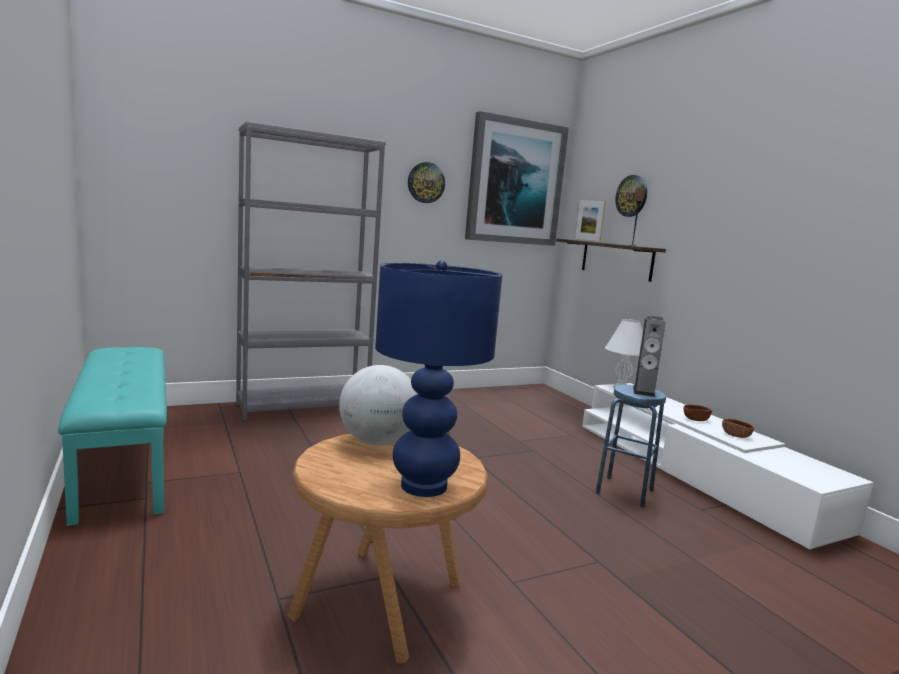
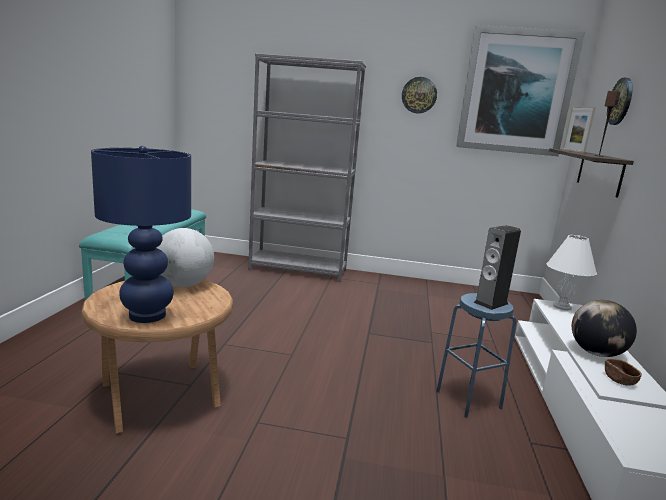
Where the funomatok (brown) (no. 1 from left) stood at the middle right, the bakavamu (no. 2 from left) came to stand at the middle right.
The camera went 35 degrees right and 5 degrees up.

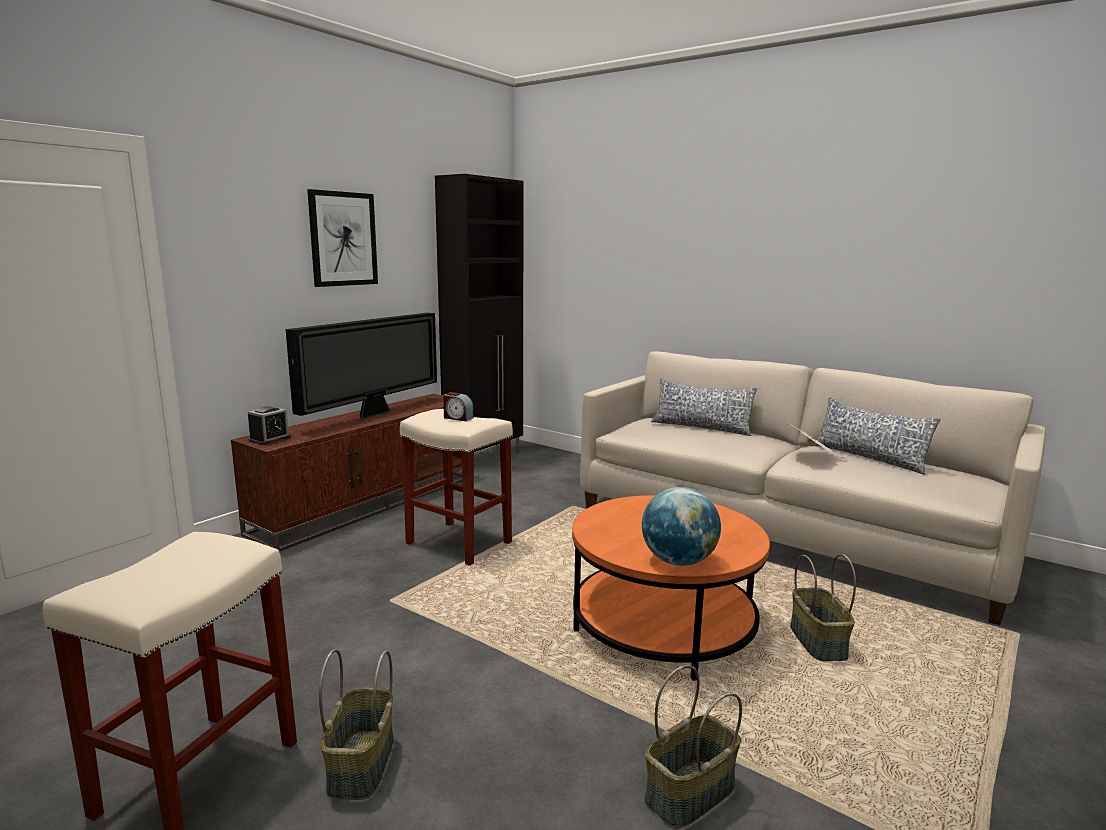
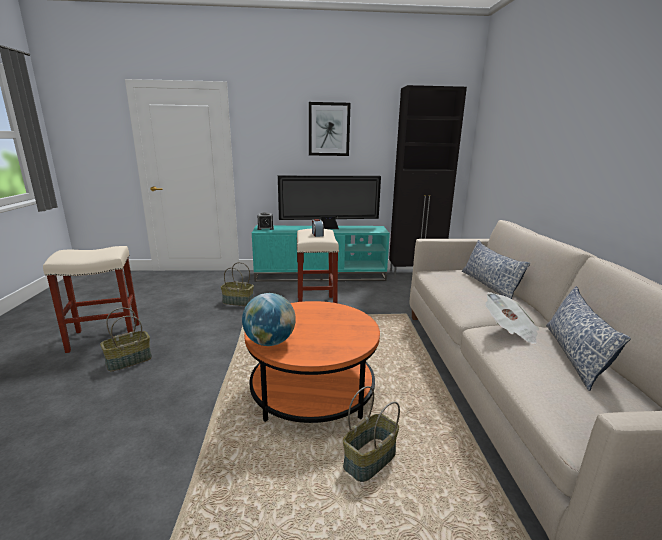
The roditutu (no. 2 from left) ended up elsewhere, having gone from the bottom centre to the centre.
What was the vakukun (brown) at the middle left turned into the vakukun (turquoise) at the centre.
The camera went 50 degrees right and 5 degrees up.

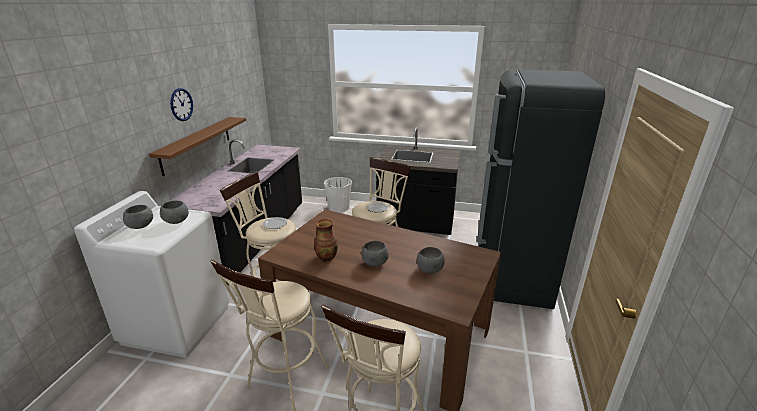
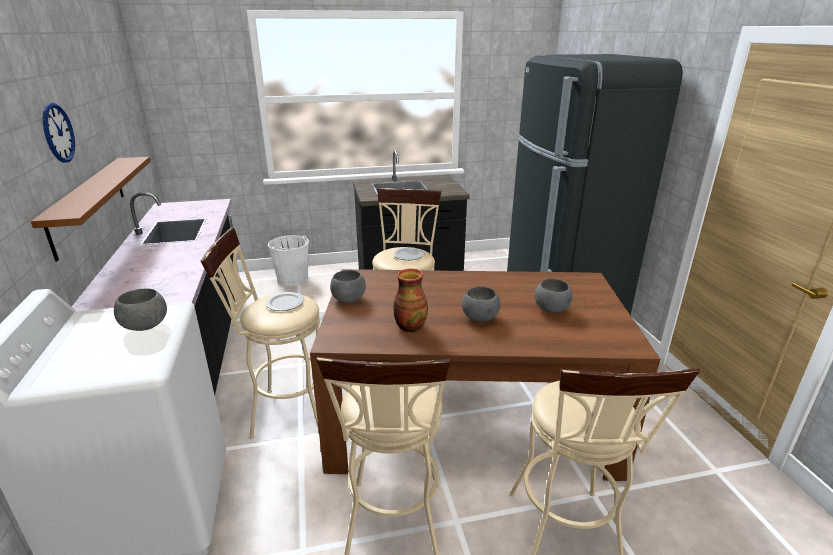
The funomatok (grey) (no. 1 from left in the first image) ended up elsewhere, having gone from the middle left to the centre.
The camera went 25 degrees left and 0 degrees up.

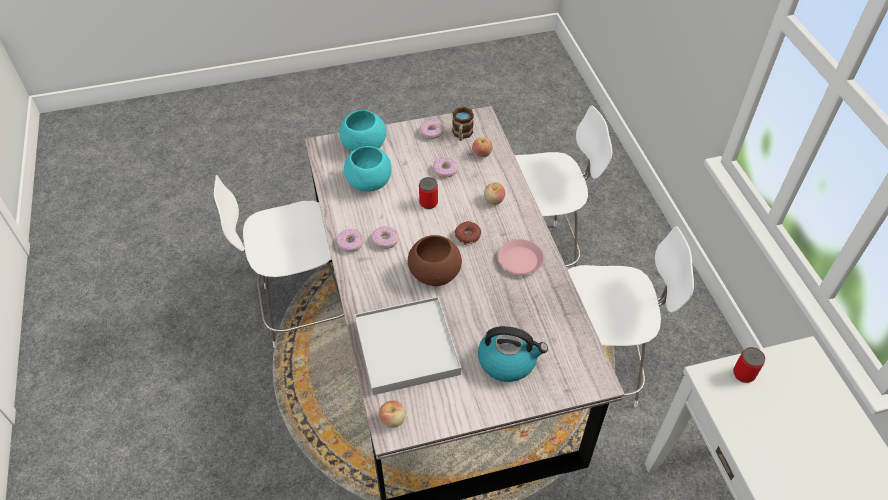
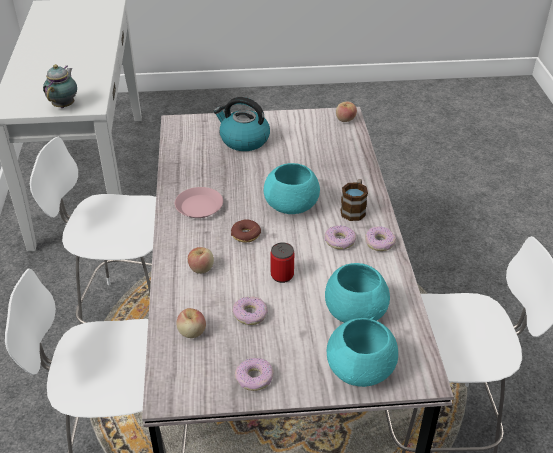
Where the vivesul (no. 2 from left) stood at the bottom right, the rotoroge came to stand at the top left.
What was the funomatok (brown) at the centre turned into the funomatok (turquoise) (no. 1 from left) at the centre.
The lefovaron ended up elsewhere, having gone from the top centre to the centre.
The second view lost the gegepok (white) at the bottom centre.
The camera went 170 degrees left and 10 degrees down.

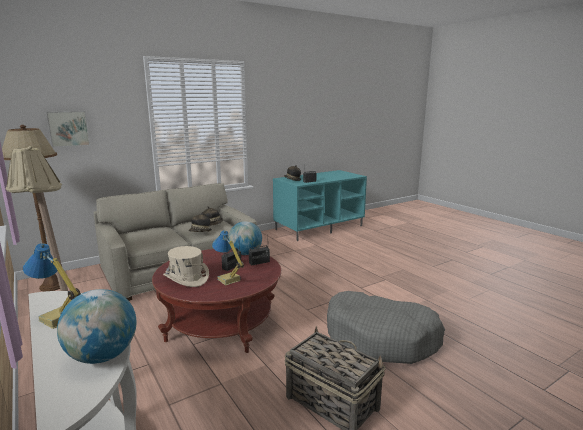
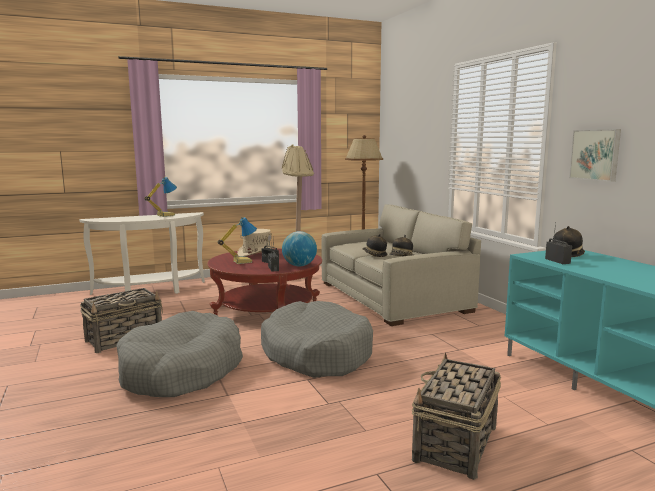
The second view gained the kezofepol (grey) (no. 2 from left) at the bottom centre.
The second view gained the roditutu (no. 2 from left) at the bottom right.
The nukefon ended up elsewhere, having gone from the top left to the top right.
The second view lost the bakavamu (no. 1 from left) at the bottom left.
The camera went 100 degrees right and 5 degrees down.

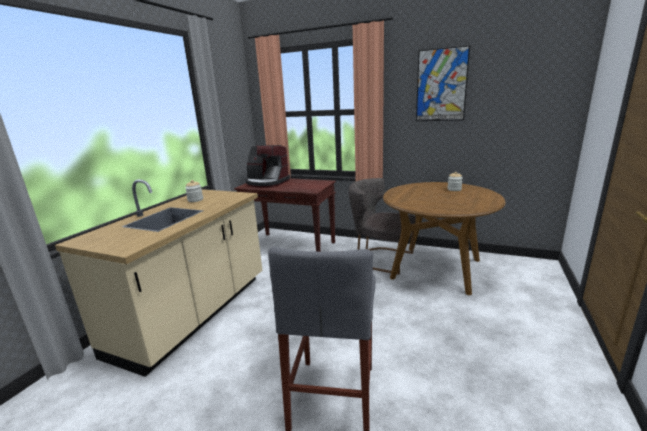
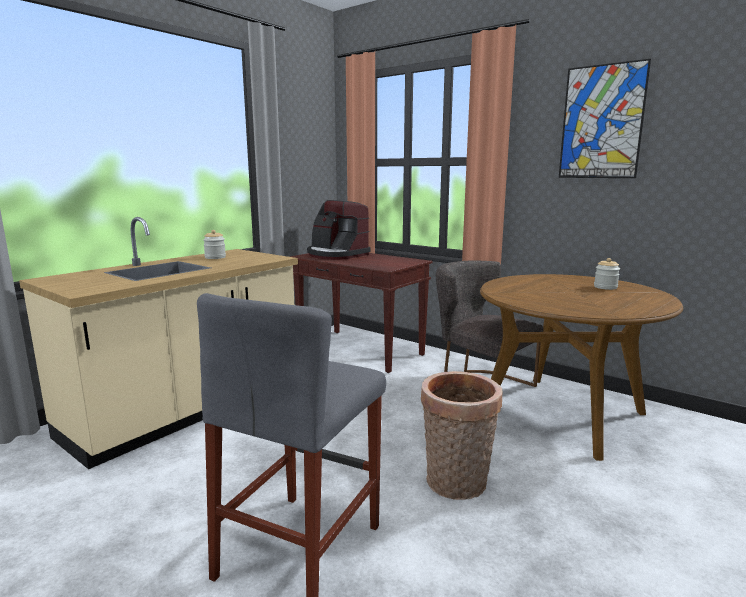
The second view gained the roditutu at the bottom centre.
The camera went 15 degrees right and 5 degrees down.

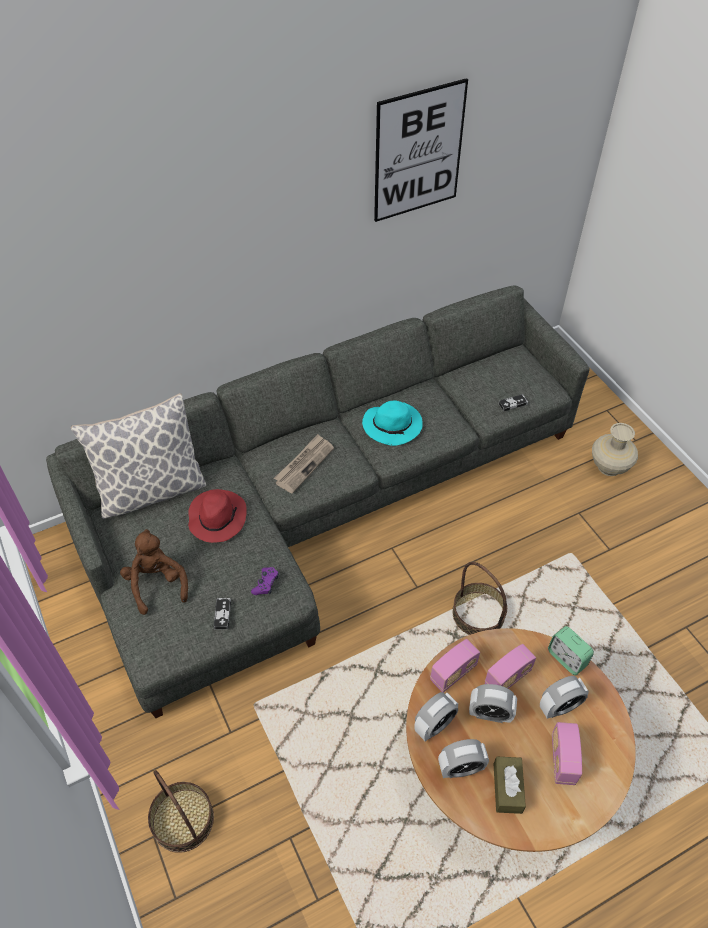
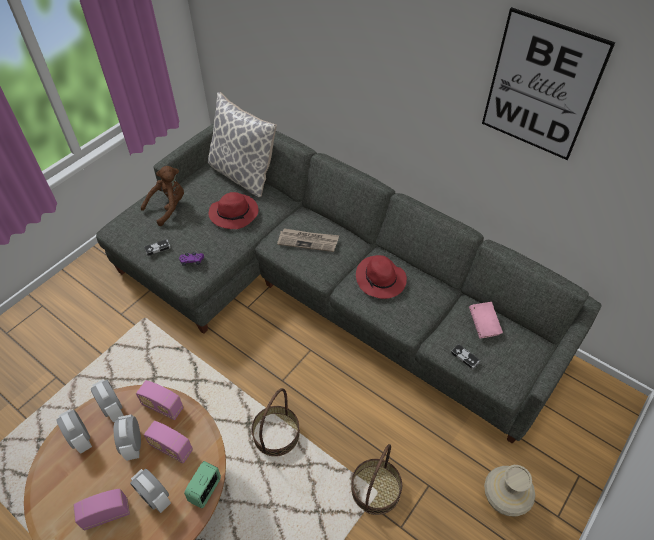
The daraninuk (no. 1 from left in the first image) at the bottom centre ended up facing another way, 150 degrees counterclockwise from before.
The roditutu (no. 1 from left in the first image) ended up elsewhere, having gone from the bottom left to the bottom centre.
What was the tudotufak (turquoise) at the centre turned into the tudotufak (red) (no. 2 from left) at the centre.
The second view gained the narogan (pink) at the middle right.
The second view lost the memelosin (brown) at the bottom right.
The camera went 65 degrees right and 0 degrees up.

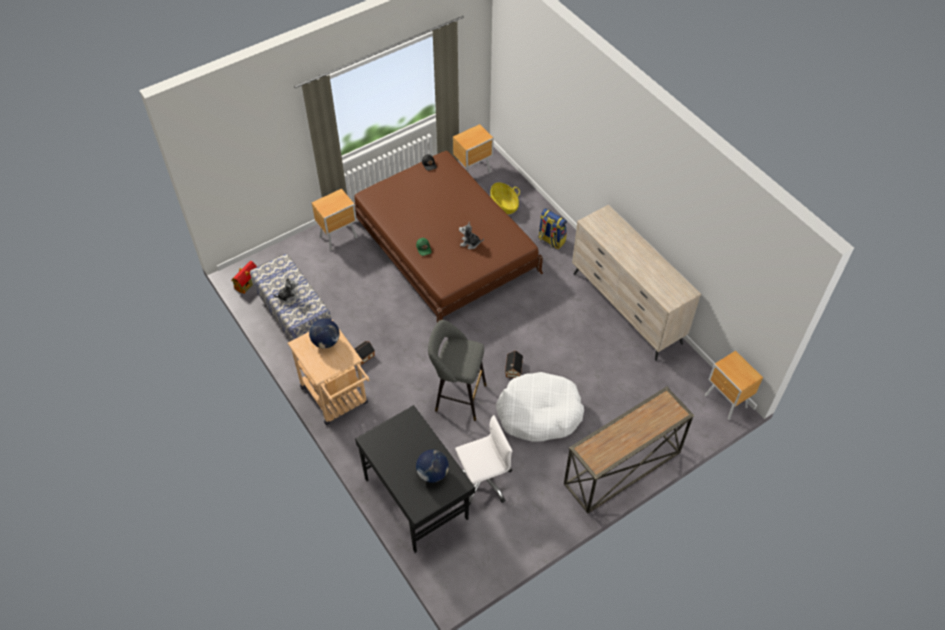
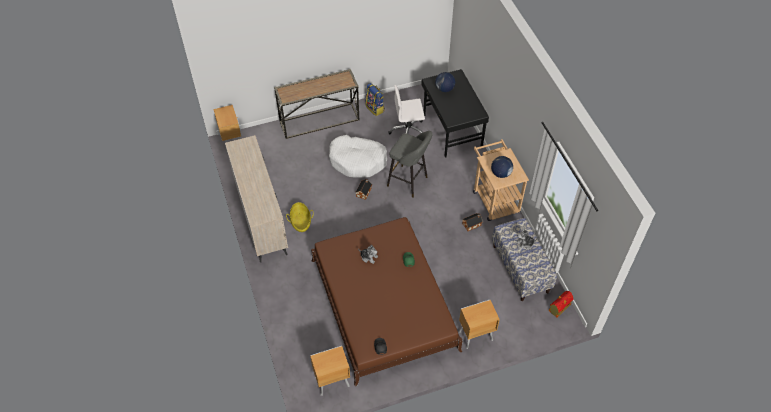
The roditutu ended up elsewhere, having gone from the top centre to the centre.
The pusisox ended up elsewhere, having gone from the centre to the top centre.
The camera went 165 degrees left and 0 degrees up.

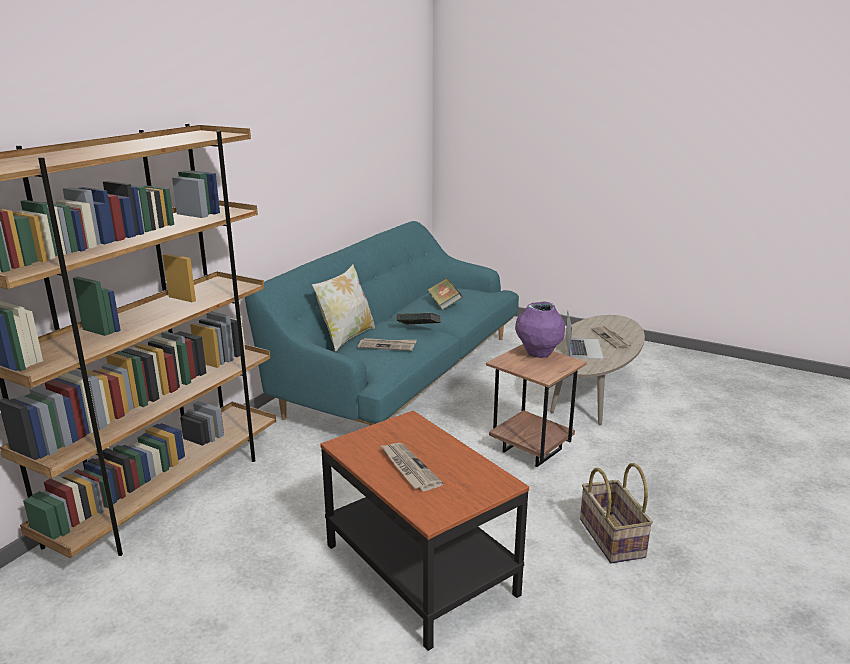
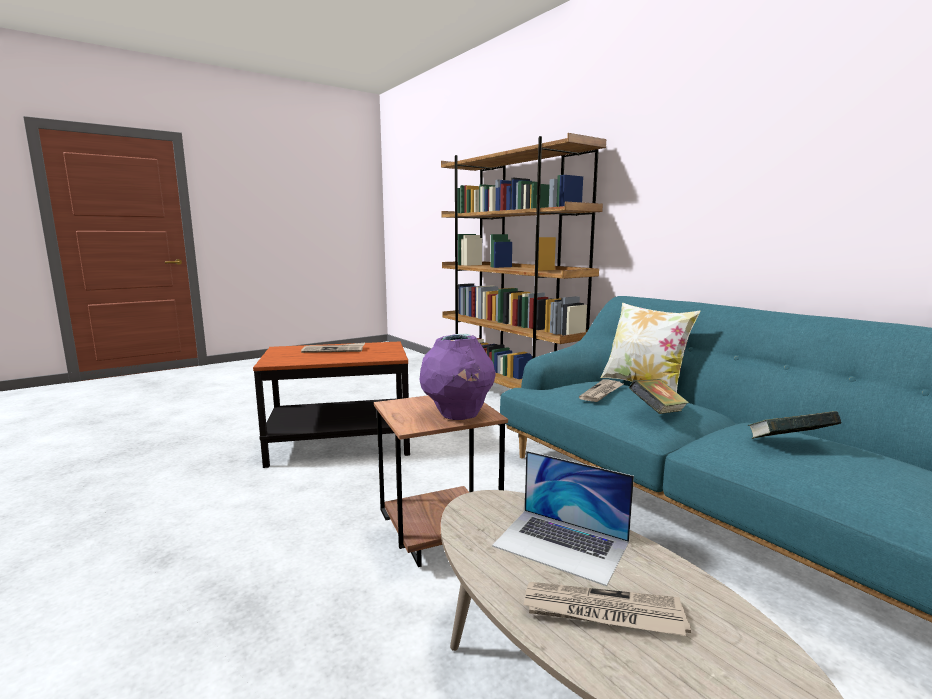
The second view lost the roditutu at the bottom right.
The camera went 115 degrees right and 10 degrees down.

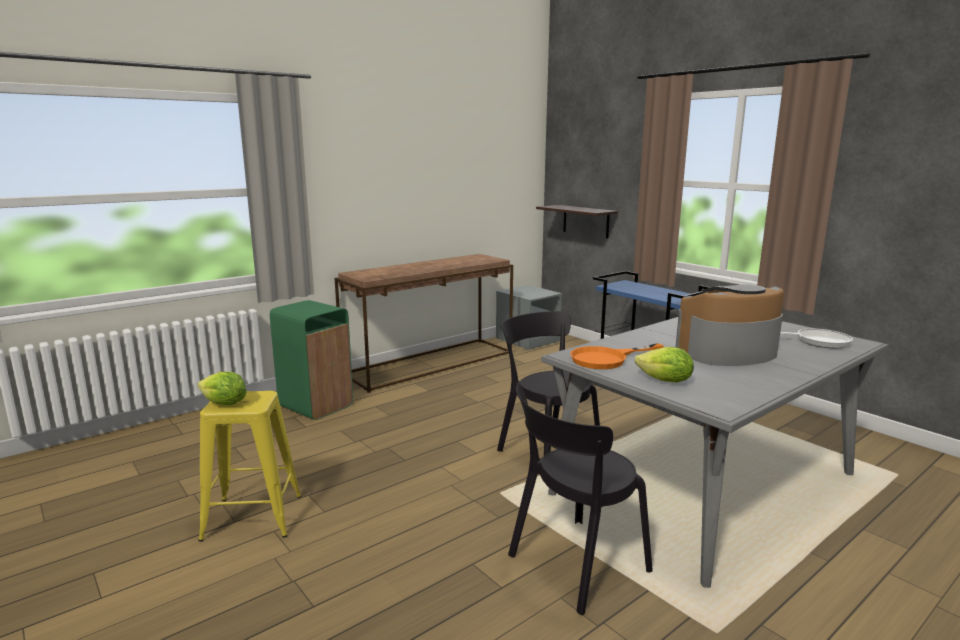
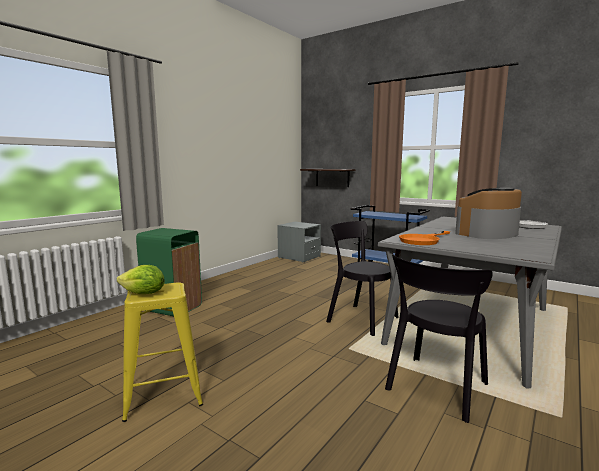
The second view lost the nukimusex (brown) at the centre.
The second view lost the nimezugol (no. 2 from left) at the middle right.
The camera went 15 degrees left and 5 degrees down.

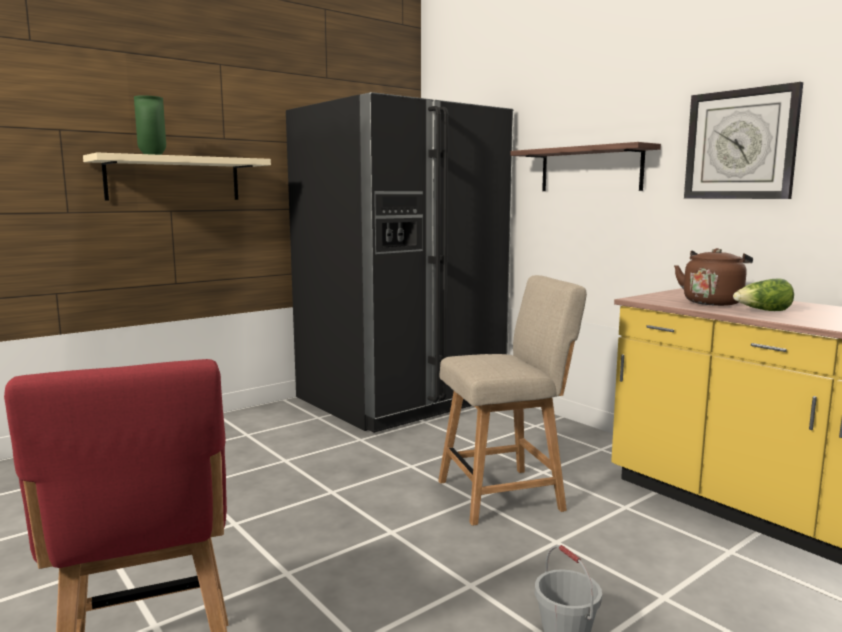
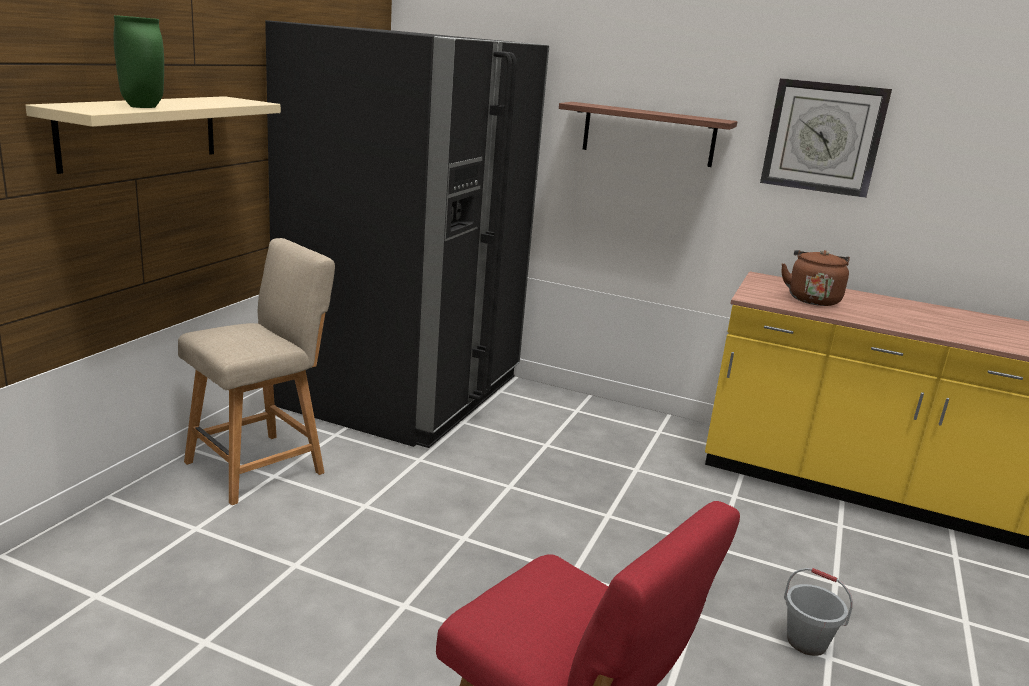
The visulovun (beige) ended up elsewhere, having gone from the centre to the middle left.
The second view lost the nimezugol at the middle right.
The camera went 30 degrees left and 10 degrees up.

